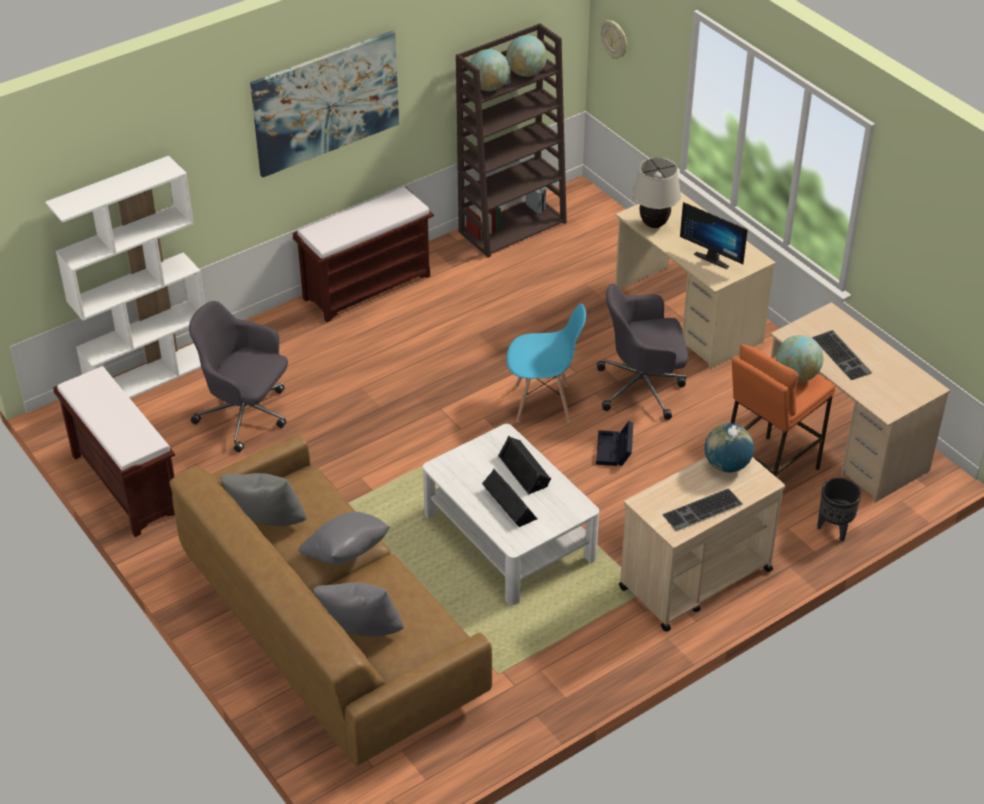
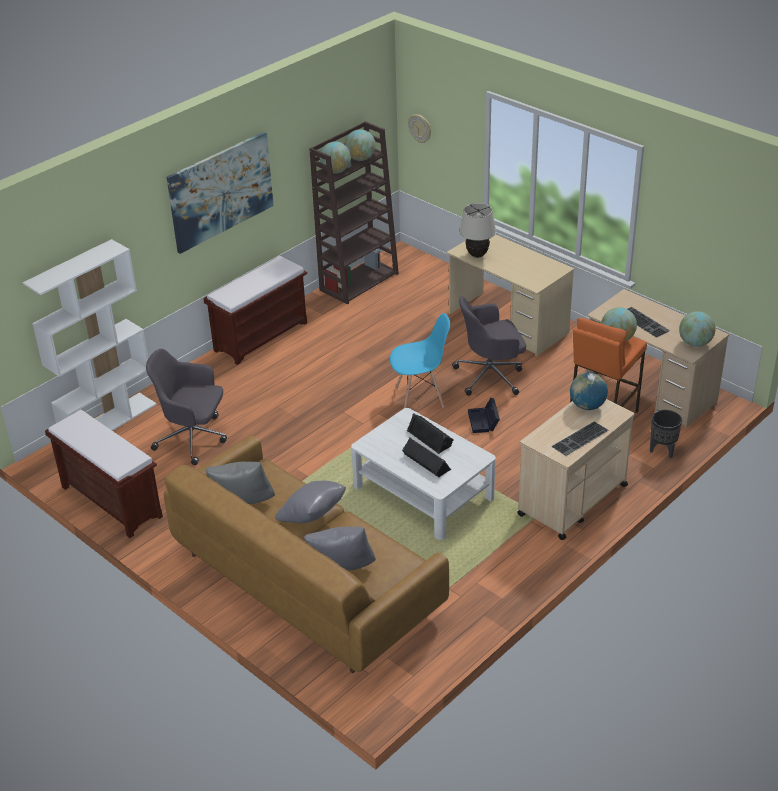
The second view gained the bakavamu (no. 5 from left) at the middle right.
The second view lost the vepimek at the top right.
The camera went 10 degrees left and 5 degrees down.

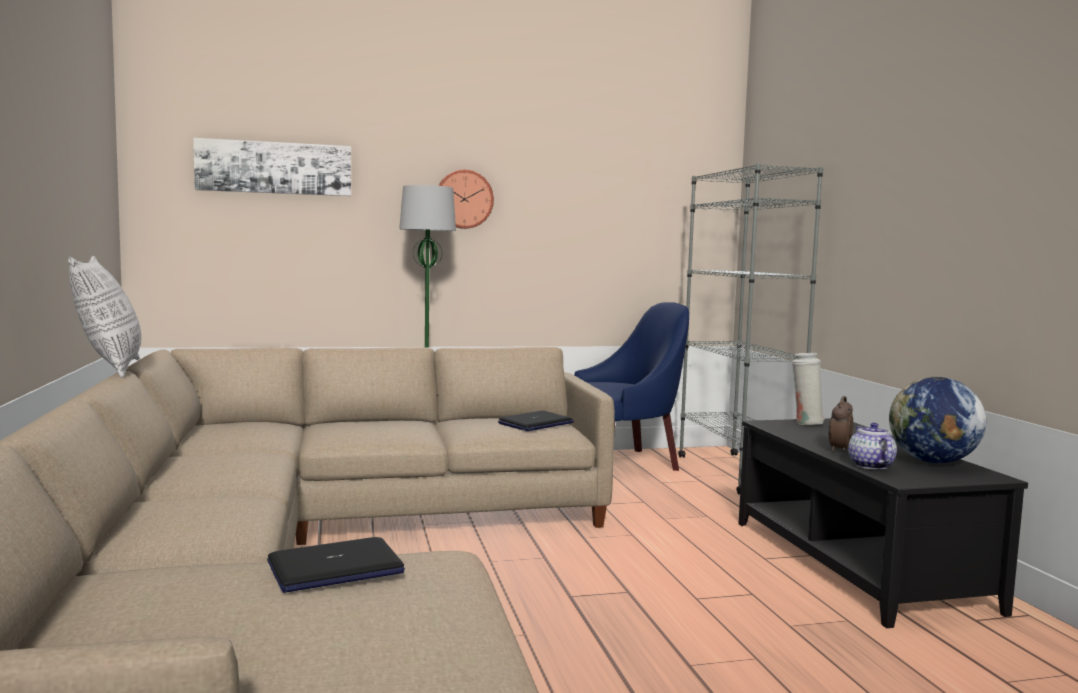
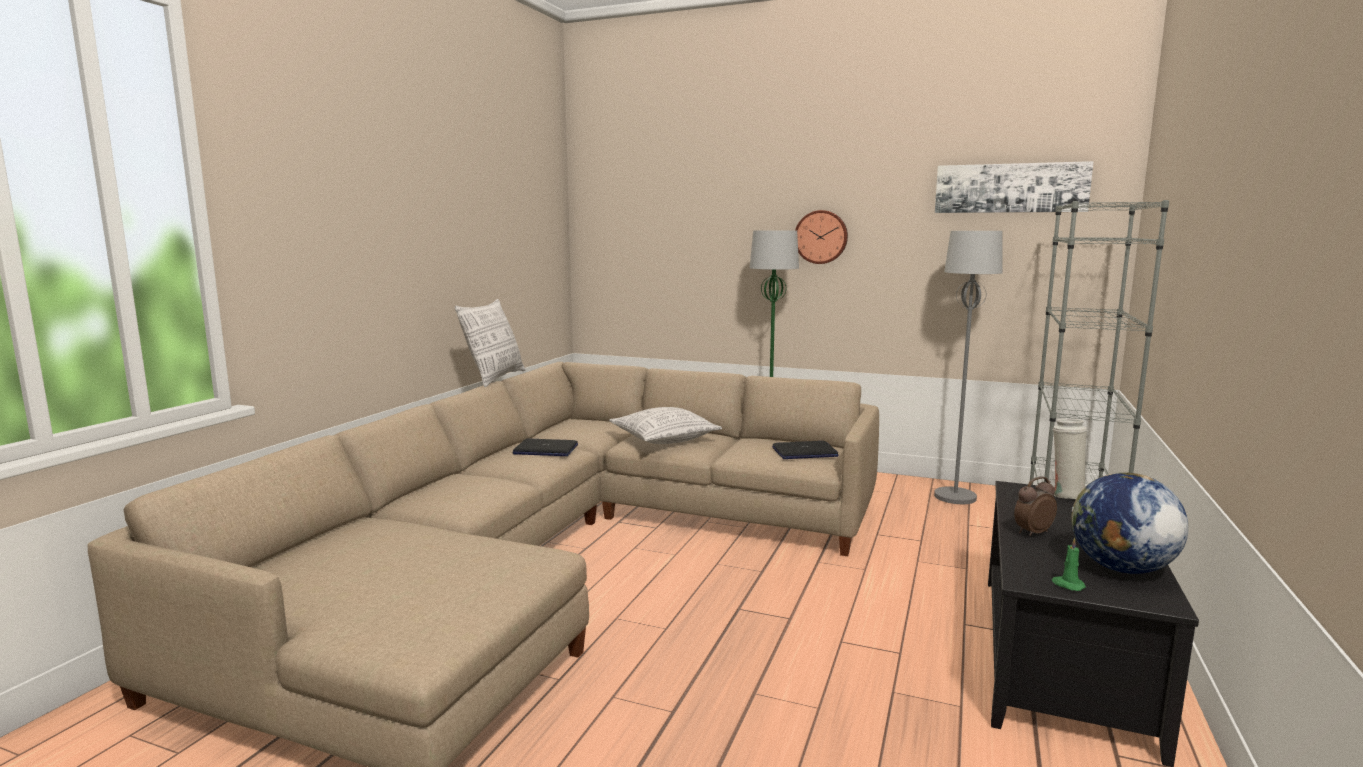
The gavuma (no. 1 from left) ended up elsewhere, having gone from the bottom left to the centre.
The second view gained the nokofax (no. 2 from left) at the centre.
Where the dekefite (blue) stood at the centre, the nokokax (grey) came to stand at the middle right.
The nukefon ended up elsewhere, having gone from the top left to the top right.
The second view gained the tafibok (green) at the bottom right.
The second view lost the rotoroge at the middle right.
The camera went 35 degrees right and 5 degrees up.

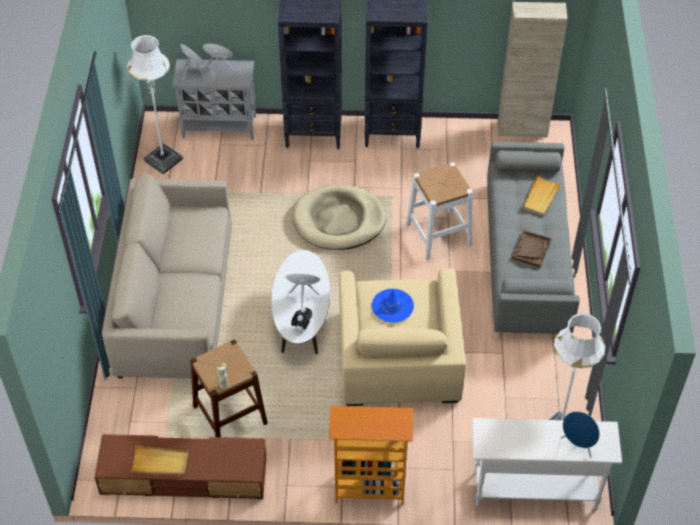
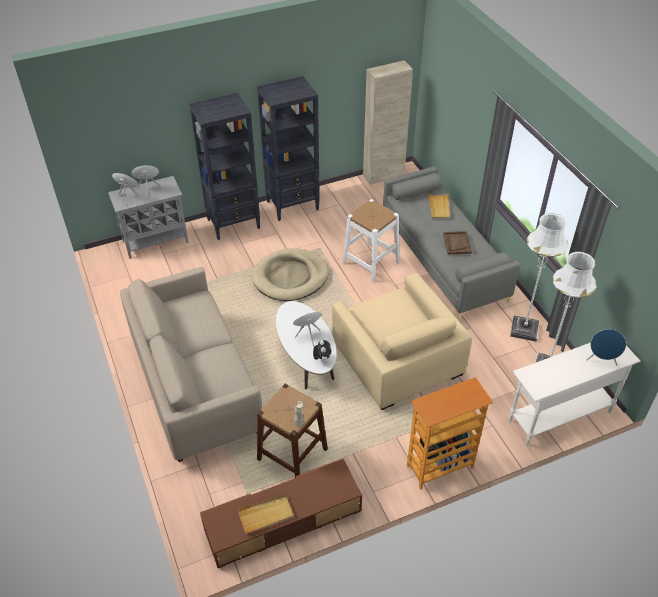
The nokokax (white) (no. 1 from left) ended up elsewhere, having gone from the top left to the middle right.
The second view lost the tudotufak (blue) at the centre.
The camera went 25 degrees left and 5 degrees down.

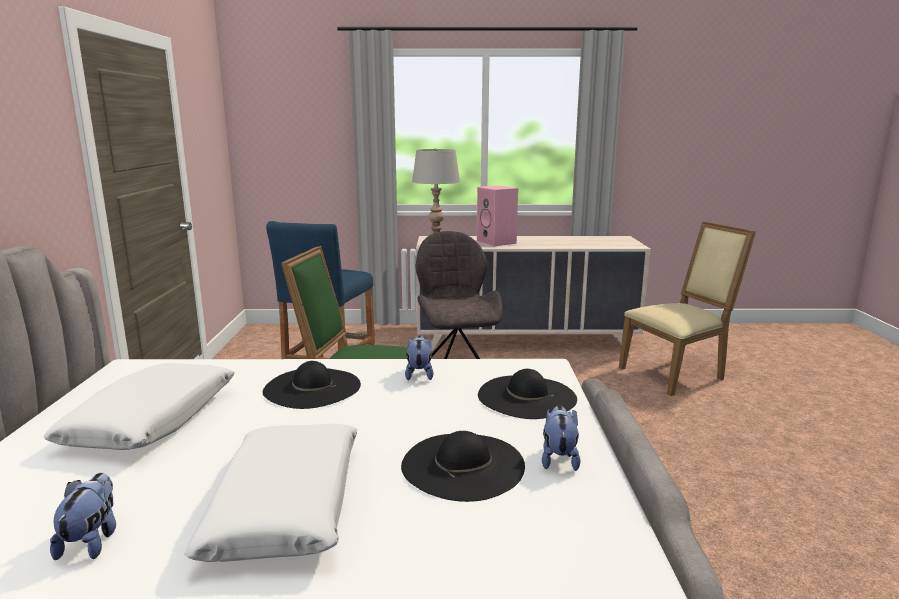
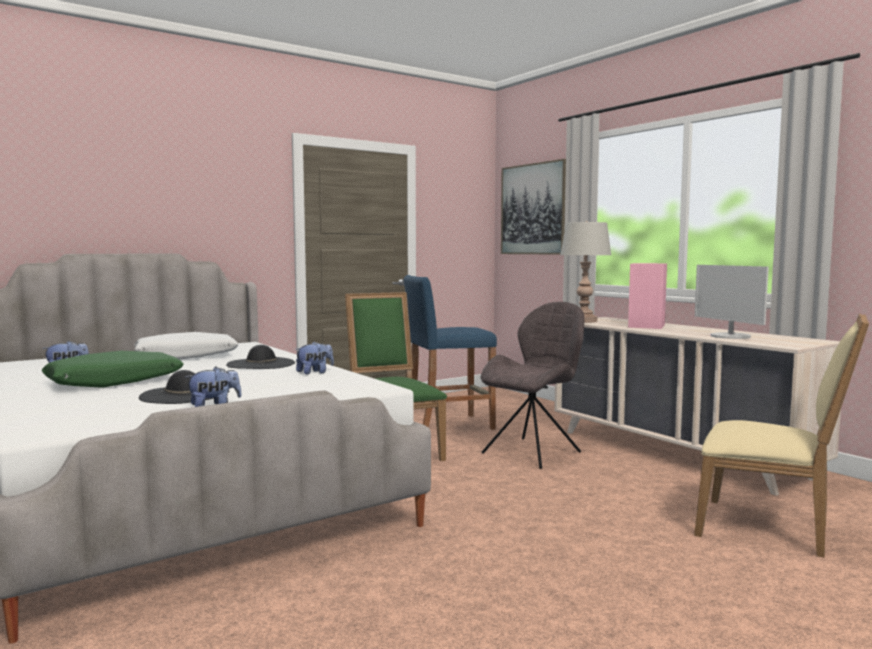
What was the nokofax (white) (no. 2 from left) at the bottom left turned into the nokofax (green) at the middle left.
The second view gained the nukefon at the top centre.
The second view gained the vepimek at the middle right.
The second view lost the tudotufak (black) (no. 3 from left) at the centre.
The camera went 55 degrees right and 10 degrees down.

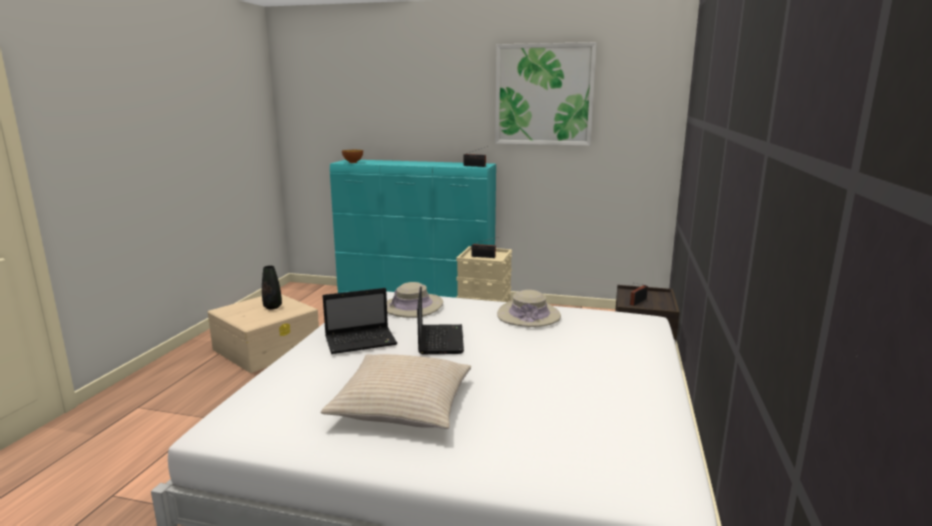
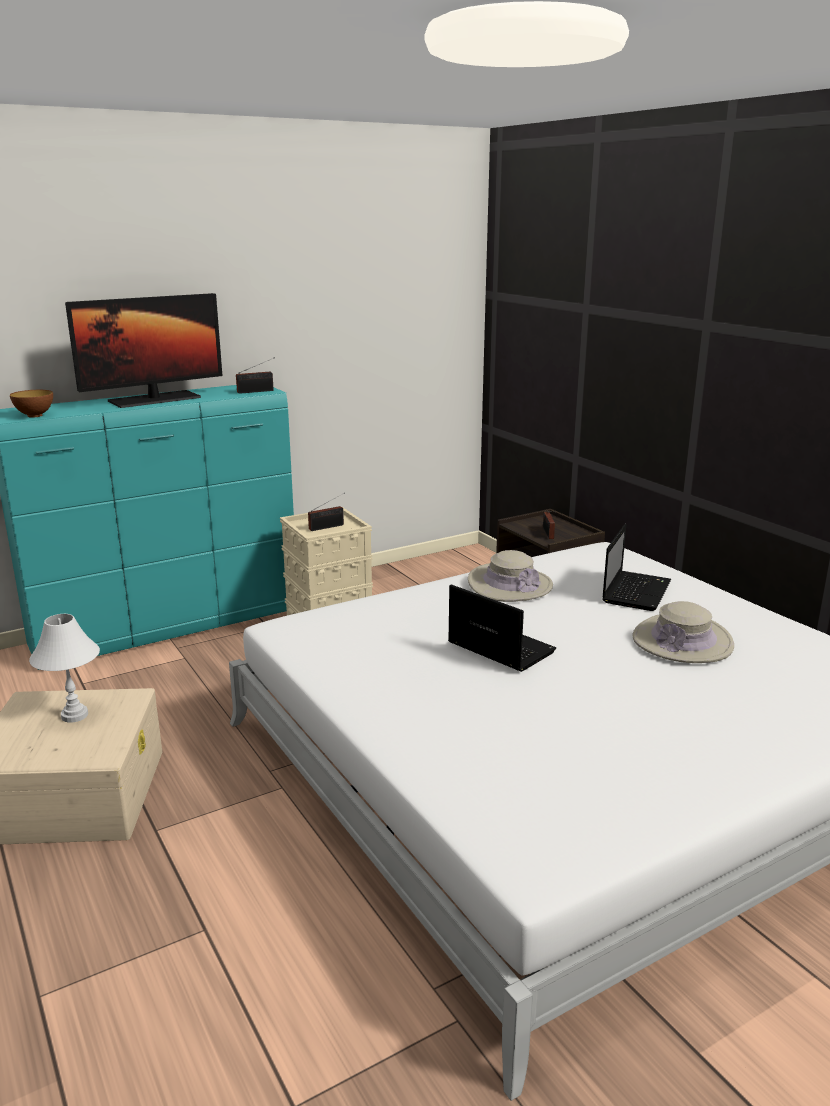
Where the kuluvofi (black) stood at the middle left, the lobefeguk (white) came to stand at the middle left.
The second view gained the vepimek at the top left.
The gavuma (no. 1 from left in the first image) ended up elsewhere, having gone from the centre to the middle right.
The tudotufak (beige) (no. 1 from left in the first image) ended up elsewhere, having gone from the centre to the middle right.
The second view lost the nokofax (beige) at the bottom centre.
The second view lost the nukefon at the top centre.
The camera went 45 degrees left and 5 degrees up.

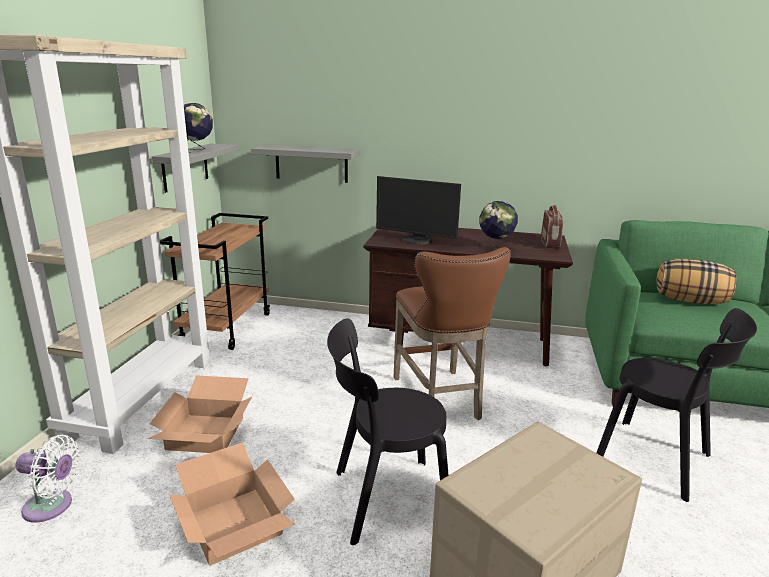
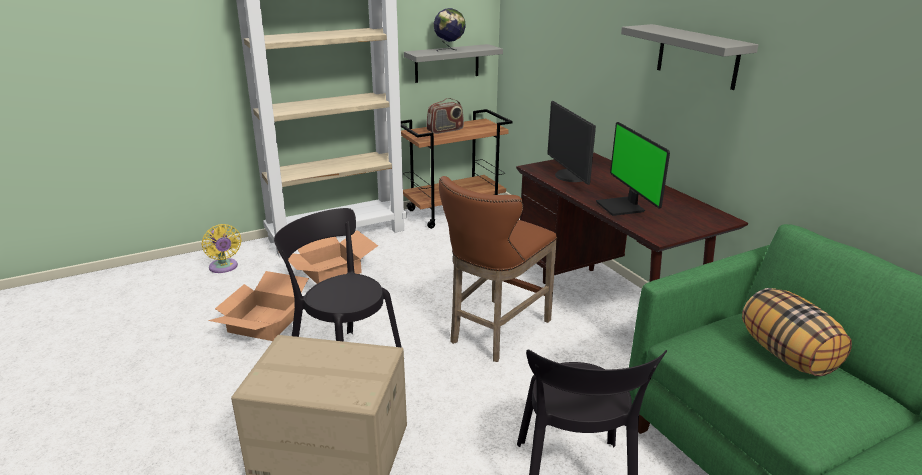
What was the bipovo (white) at the bottom left turned into the bipovo (yellow) at the middle left.
The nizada ended up elsewhere, having gone from the middle right to the top centre.
Where the bakavamu (no. 2 from left) stood at the centre, the vepimek (no. 2 from left) came to stand at the middle right.
The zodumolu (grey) (no. 2 from left) ended up elsewhere, having gone from the top centre to the top right.
The camera went 50 degrees right and 5 degrees up.

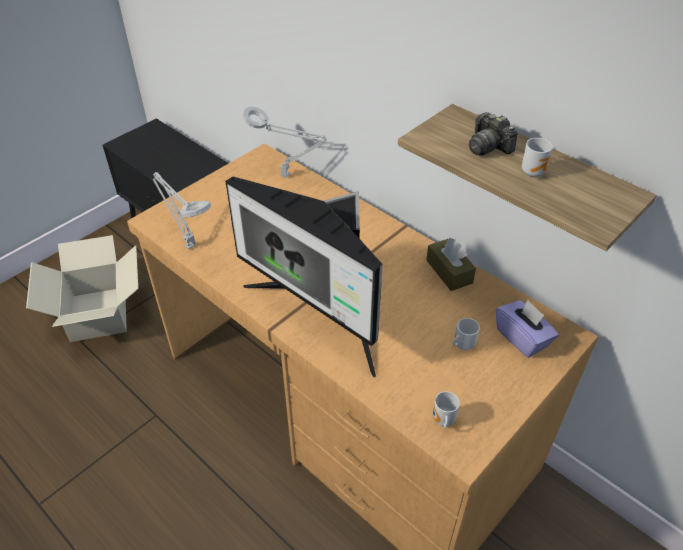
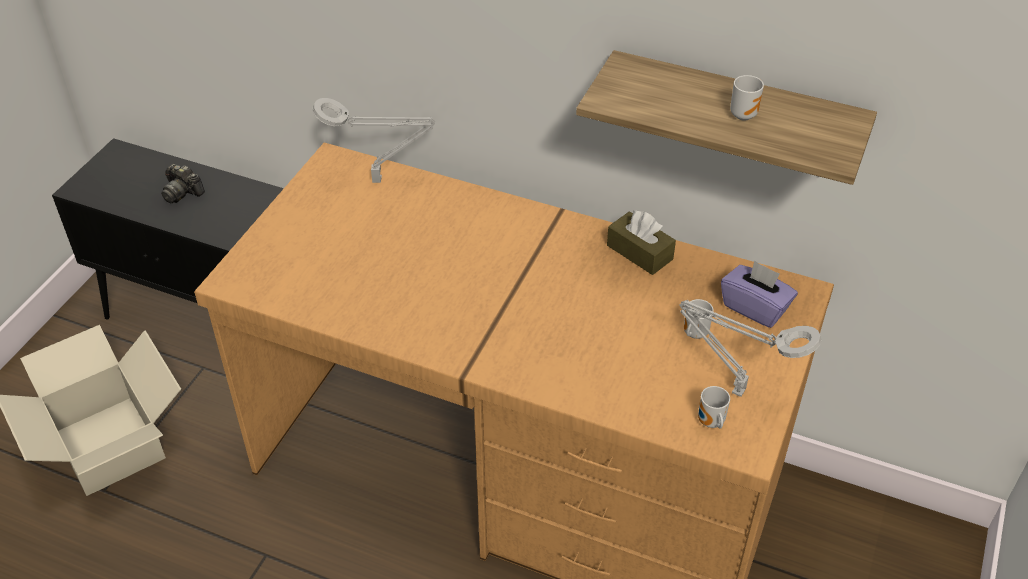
The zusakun ended up elsewhere, having gone from the top right to the top left.
The lobefeguk (grey) (no. 1 from left in the first image) ended up elsewhere, having gone from the middle left to the middle right.
The second view lost the vepimek at the centre.
The camera went 20 degrees left and 0 degrees up.

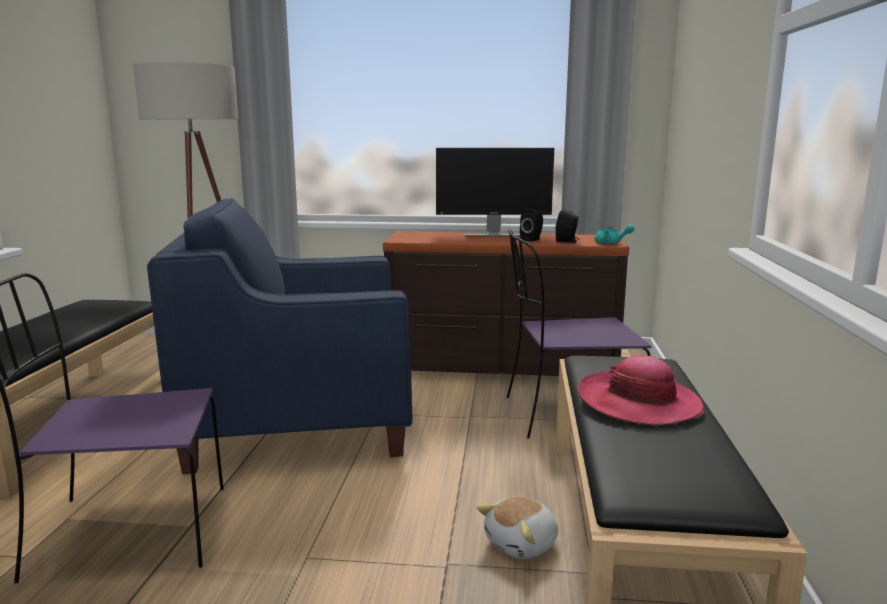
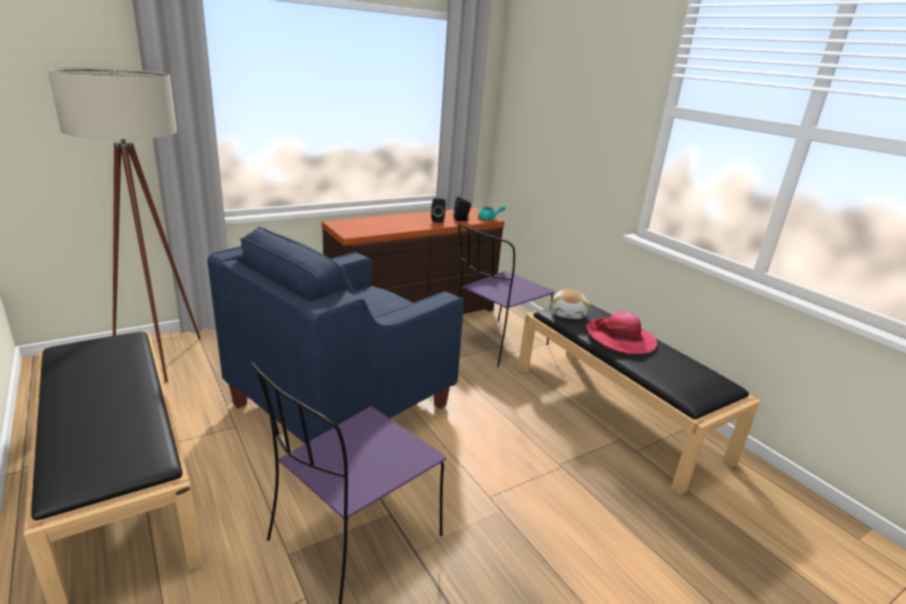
The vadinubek ended up elsewhere, having gone from the bottom centre to the centre.
The second view lost the vepimek at the top centre.
The camera went 40 degrees left and 10 degrees up.

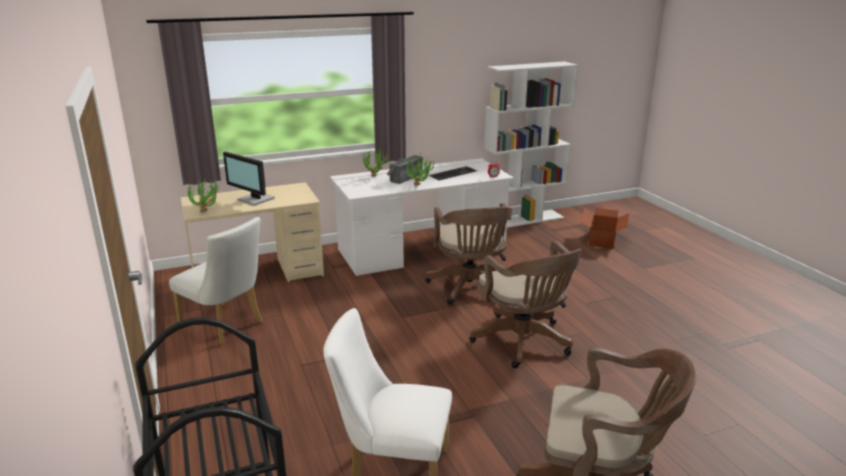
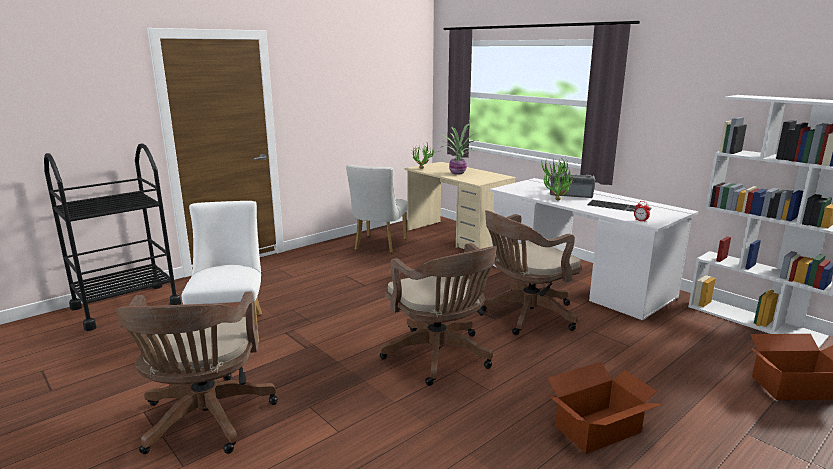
The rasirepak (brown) (no. 2 from left) at the centre ended up facing another way, 75 degrees counterclockwise from before.
Where the vepimek stood at the middle left, the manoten (no. 2 from left) came to stand at the top centre.
The second view gained the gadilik (no. 1 from left) at the bottom right.
The camera went 70 degrees right and 5 degrees down.

